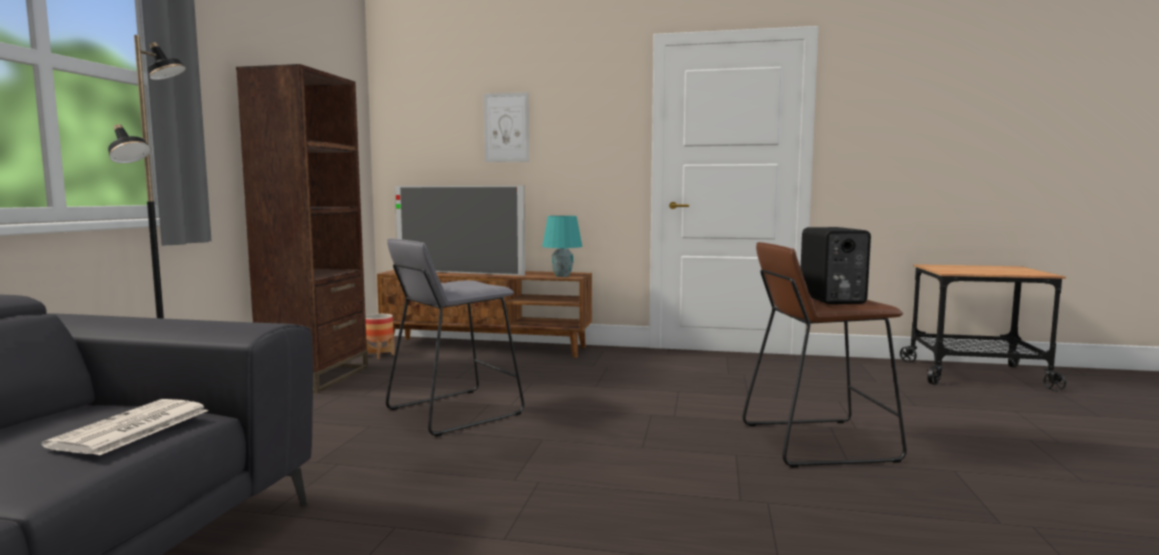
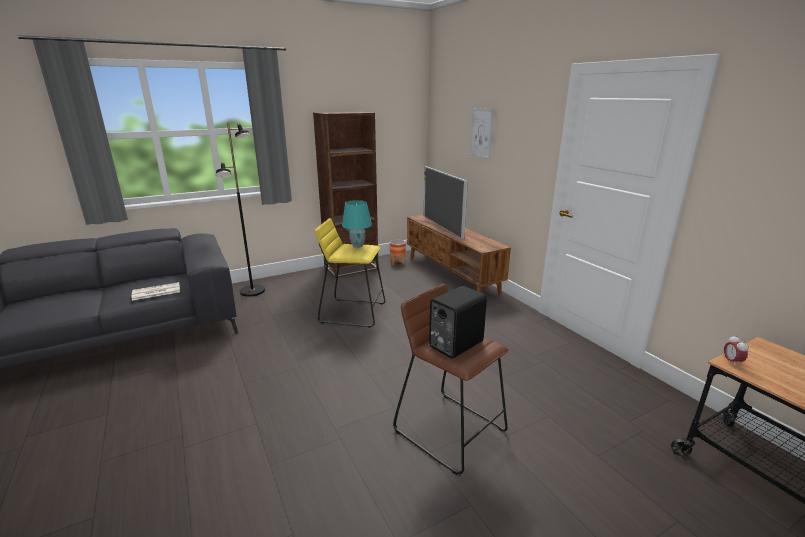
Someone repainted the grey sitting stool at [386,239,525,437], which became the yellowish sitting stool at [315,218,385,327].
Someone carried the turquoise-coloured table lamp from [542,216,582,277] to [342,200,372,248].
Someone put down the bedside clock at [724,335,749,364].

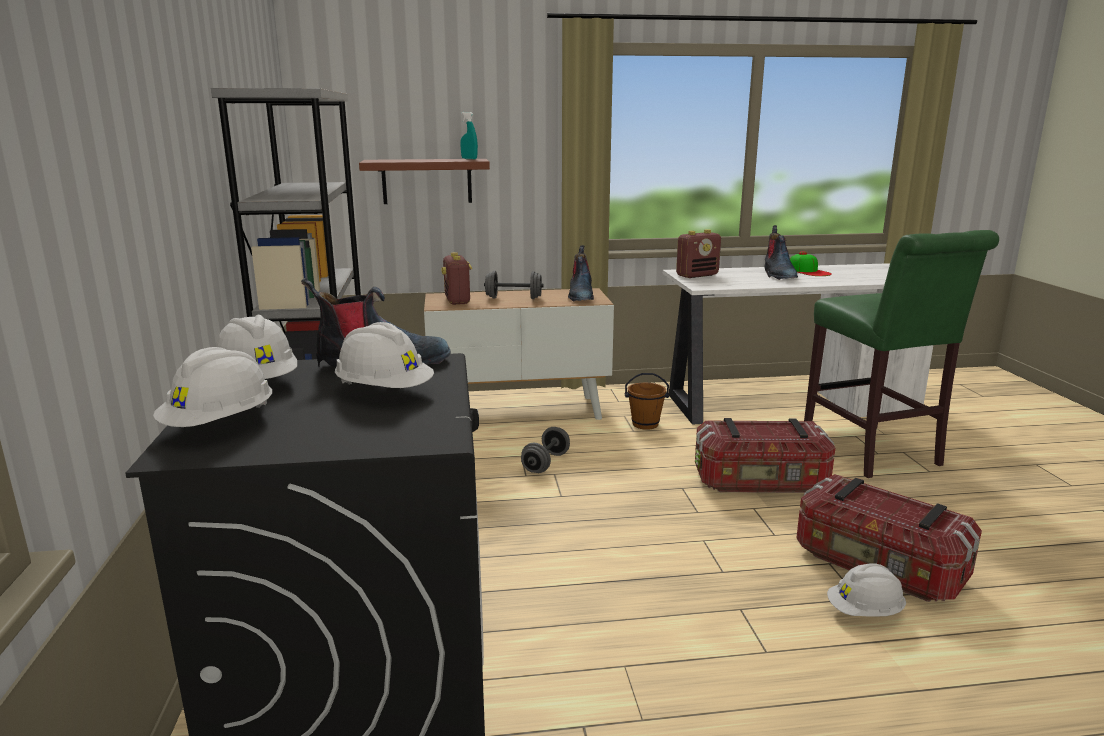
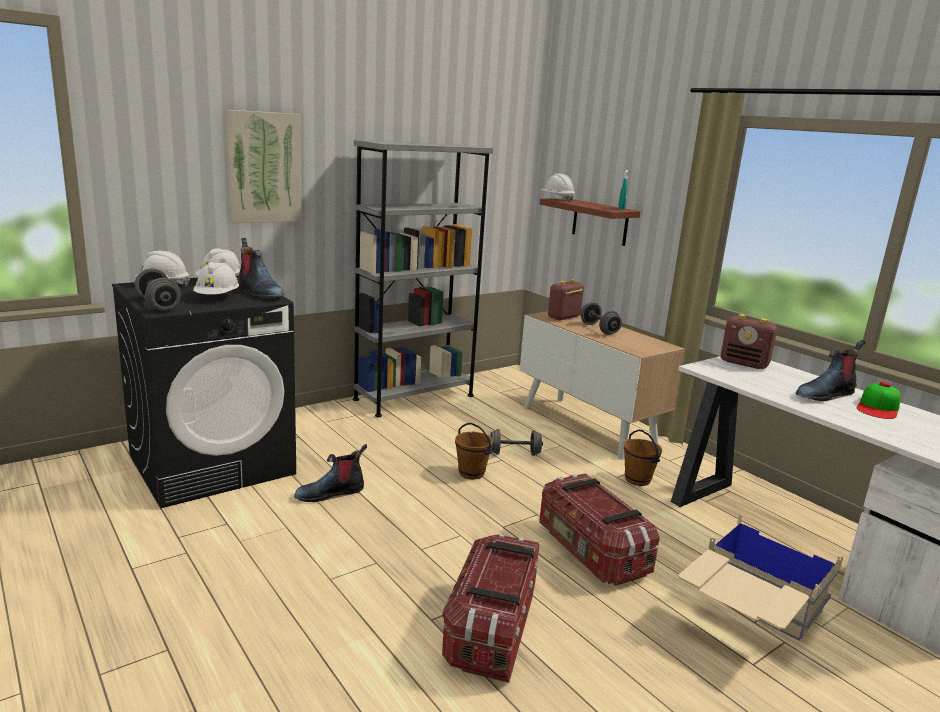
Someone put down the grey hand weight at [135,268,181,311].
Someone put up the wall art at [225,110,301,223].
Someone carried the boot from [568,245,594,301] to [294,444,367,502].
Someone put down the brown pail at [455,423,493,479].
Someone carried the whitish hard hat from [827,563,906,617] to [541,174,575,202].
Someone swapped the green sitting stool at [804,230,999,478] for the sand-coloured storage box at [678,514,843,641].

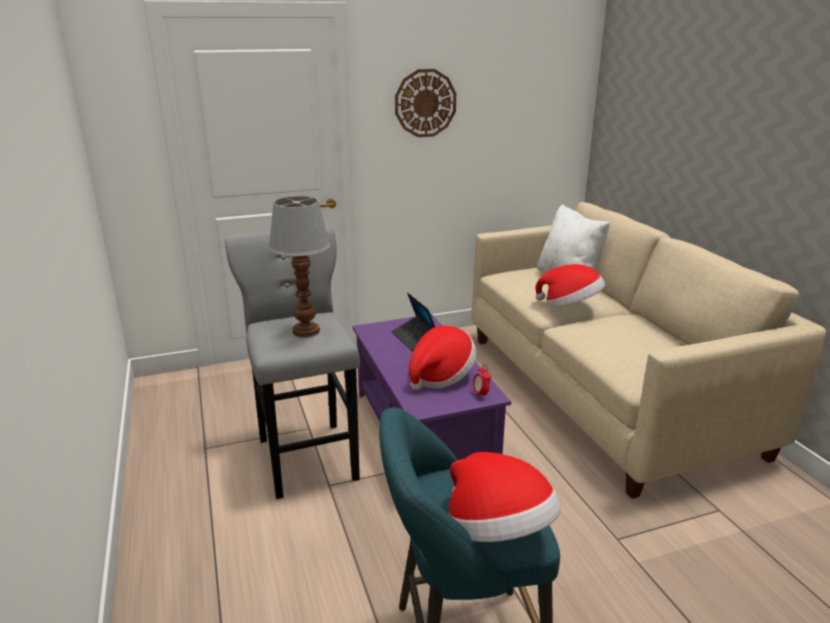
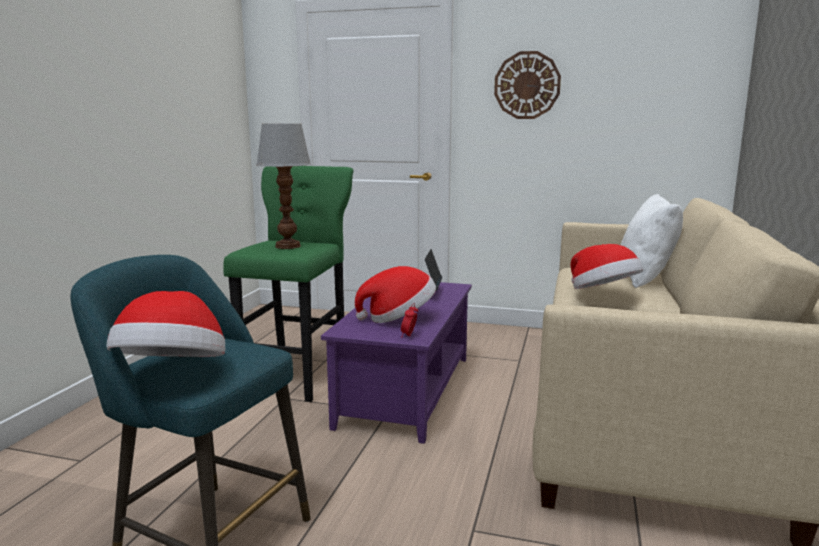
Someone repainted the grey sitting stool at [225,226,360,499], which became the green sitting stool at [223,166,353,402].

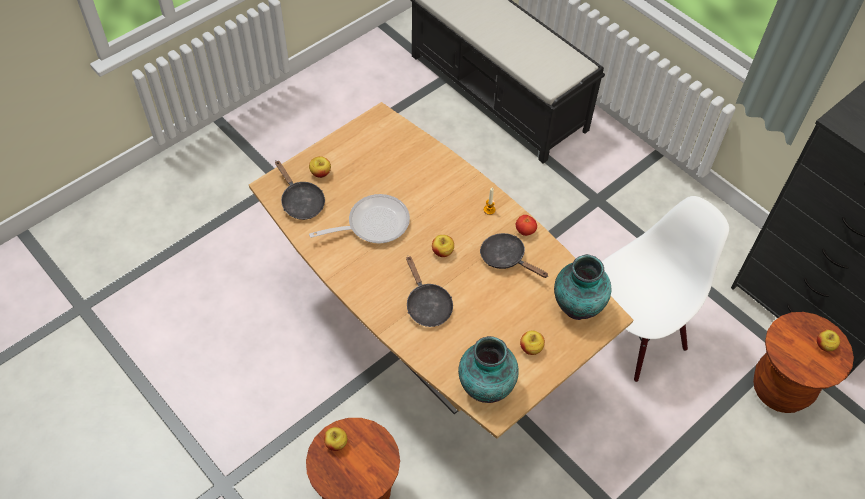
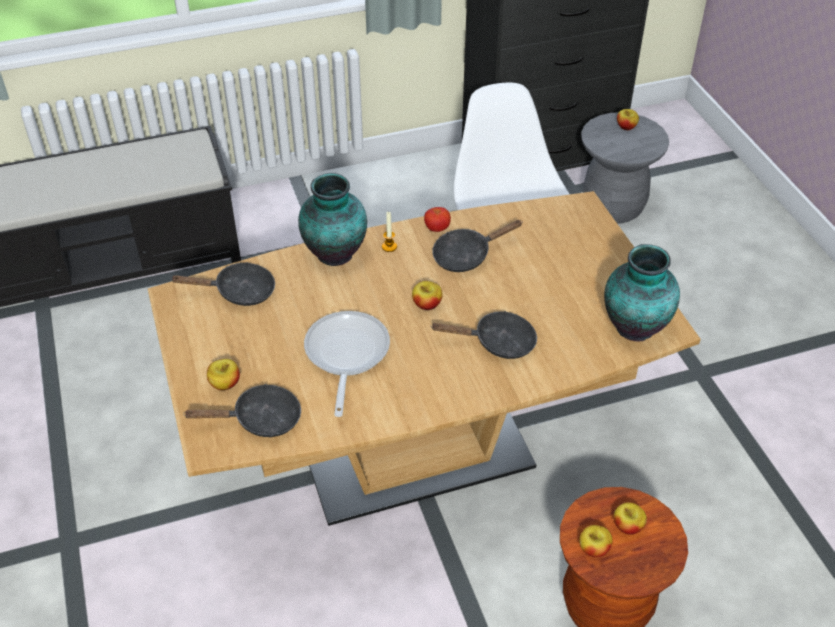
Someone put down the black-coloured skillet at [170,262,275,306].
Someone carried the flower vase from [554,254,611,320] to [298,173,367,266].
Someone repainted the brown sitting stool at [753,312,854,413], which became the grey sitting stool at [581,112,669,224].
Someone carried the apple from [520,330,545,355] to [614,502,647,535].

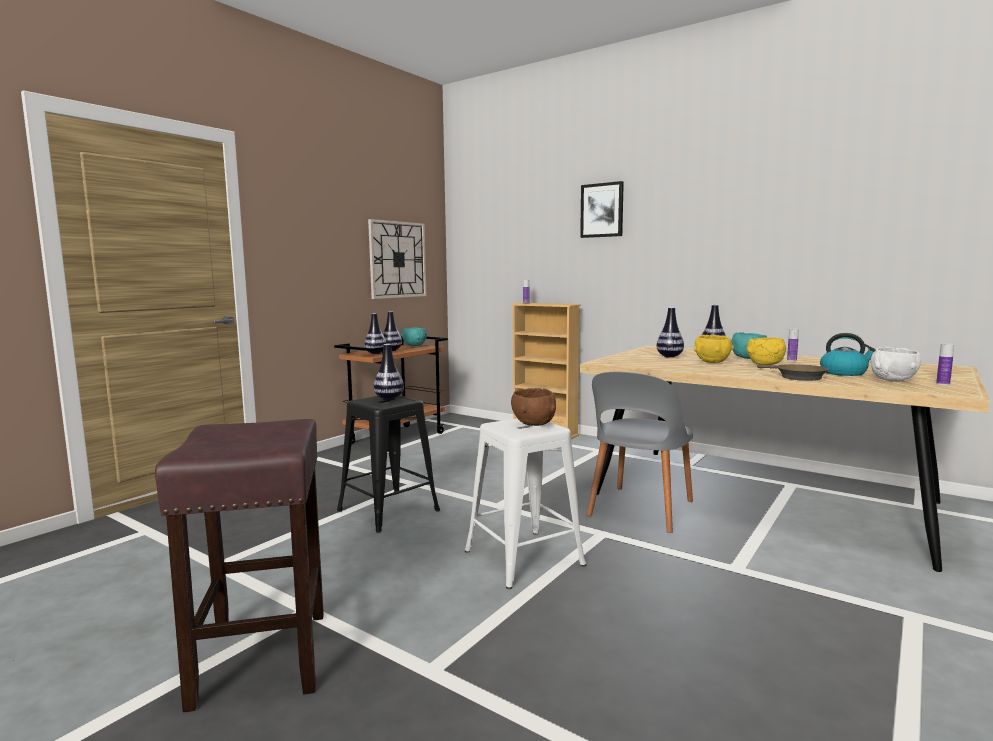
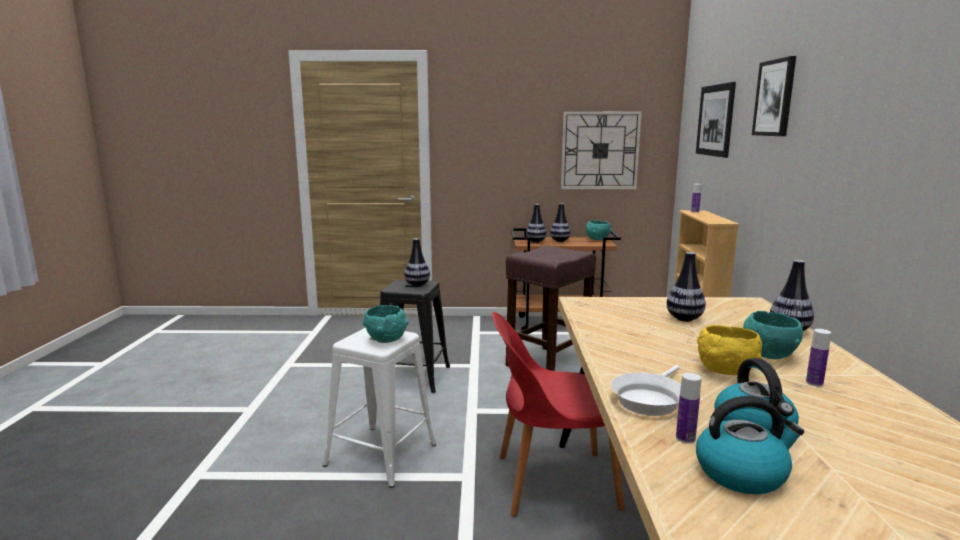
Someone repainted the brown deep dish at [511,388,556,426], which became the turquoise-coloured deep dish at [362,305,408,343].
Someone repainted the grey plain chair at [587,372,693,533], which became the red-coloured plain chair at [492,312,625,517].
Someone carried the brown sitting stool from [155,419,324,712] to [506,246,596,371].
Someone repainted the brown skillet at [757,364,829,381], which became the whitish skillet at [610,365,681,416].
Someone carried the drink bottle from [936,343,954,385] to [676,373,701,443].
Someone put up the wall art at [696,82,736,158].
Someone swapped the whitish deep dish at [871,347,921,382] for the water kettle at [696,396,804,494].
Someone took away the yellowish deep dish at [694,335,734,363].

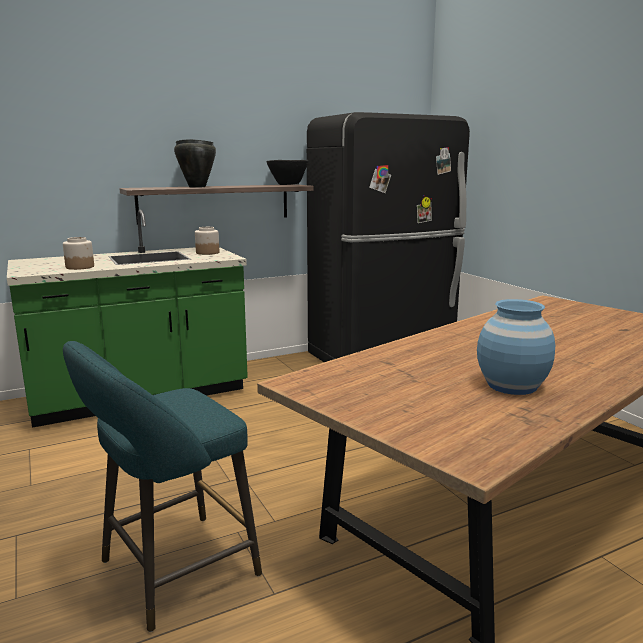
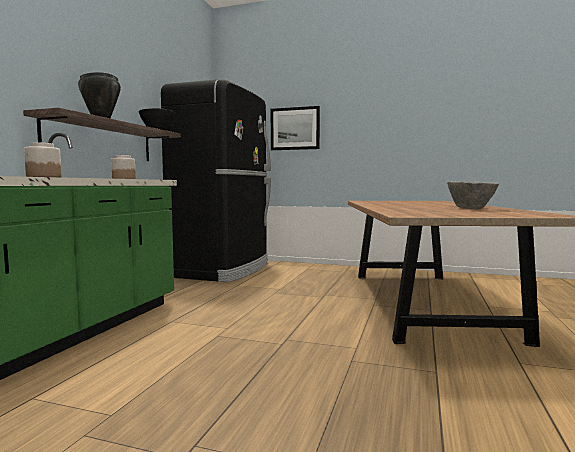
Someone put up the wall art at [271,106,320,150].
Someone swapped the blue-coloured flower vase at [477,299,555,395] for the grey deep dish at [447,181,499,209].
Someone took away the turquoise-coloured sitting stool at [63,341,262,632].

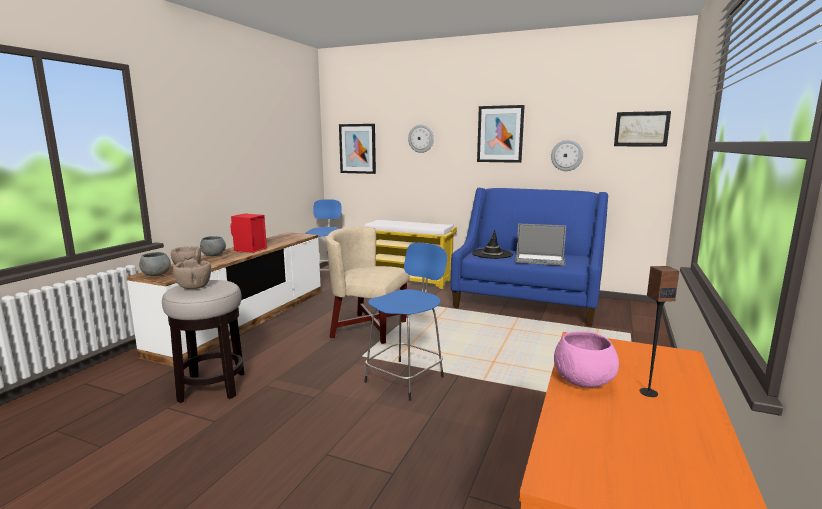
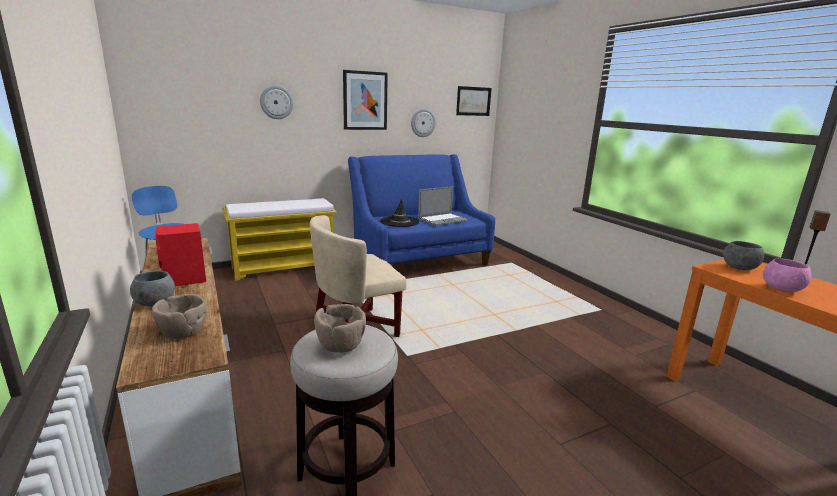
Someone carried the grey deep dish from [139,252,171,276] to [723,241,764,270].
Someone took away the wall art at [339,124,376,174].
Someone took away the blue-coloured sitting stool at [364,243,447,401].

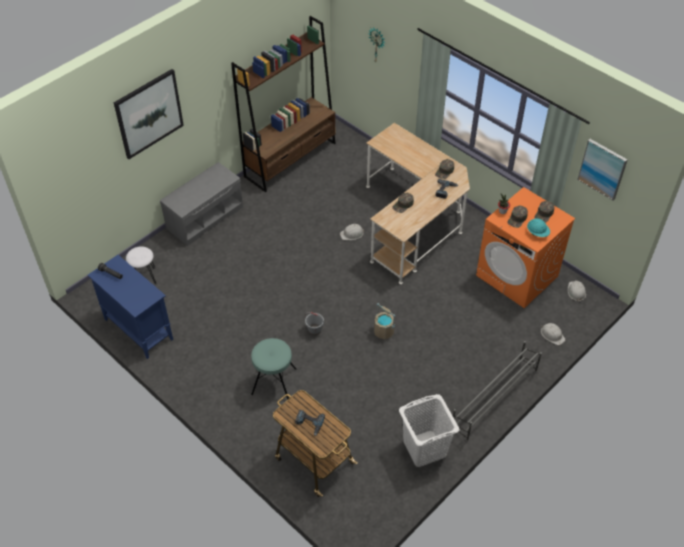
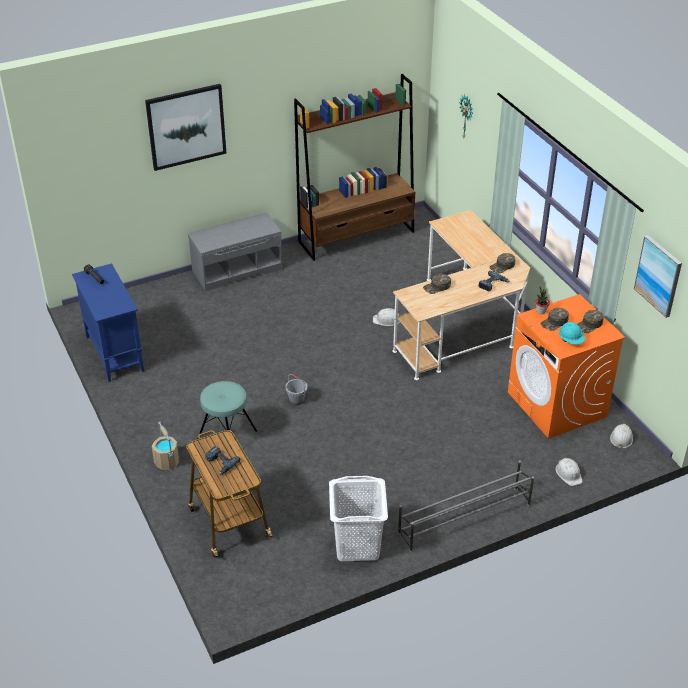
Someone carried the sand-coloured pail from [374,303,395,339] to [152,422,179,470].
Someone took away the whitish sitting stool at [126,246,156,284].

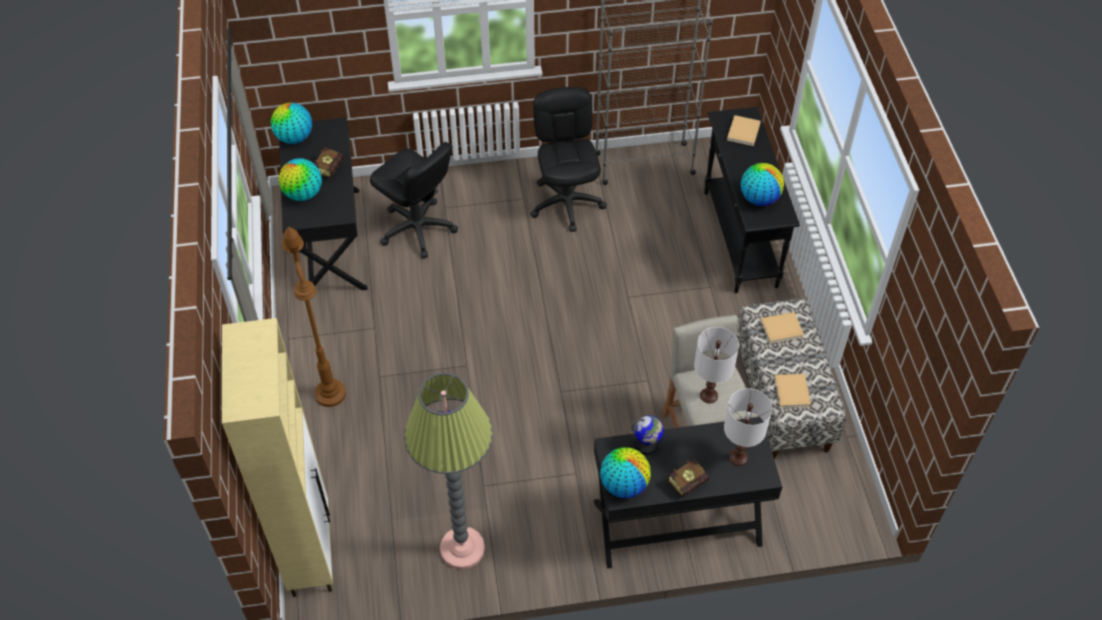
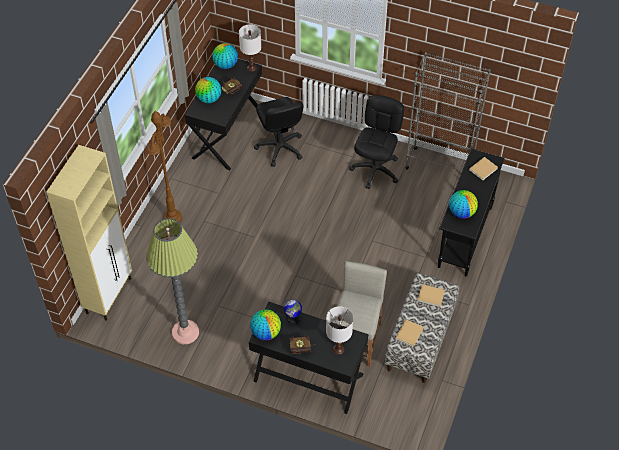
Someone carried the whitish table lamp from [694,327,739,403] to [239,24,261,72].

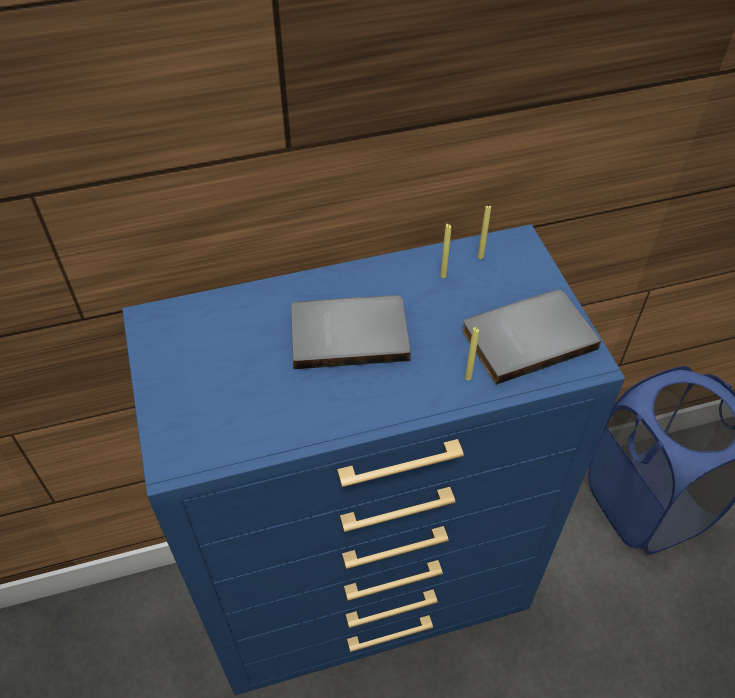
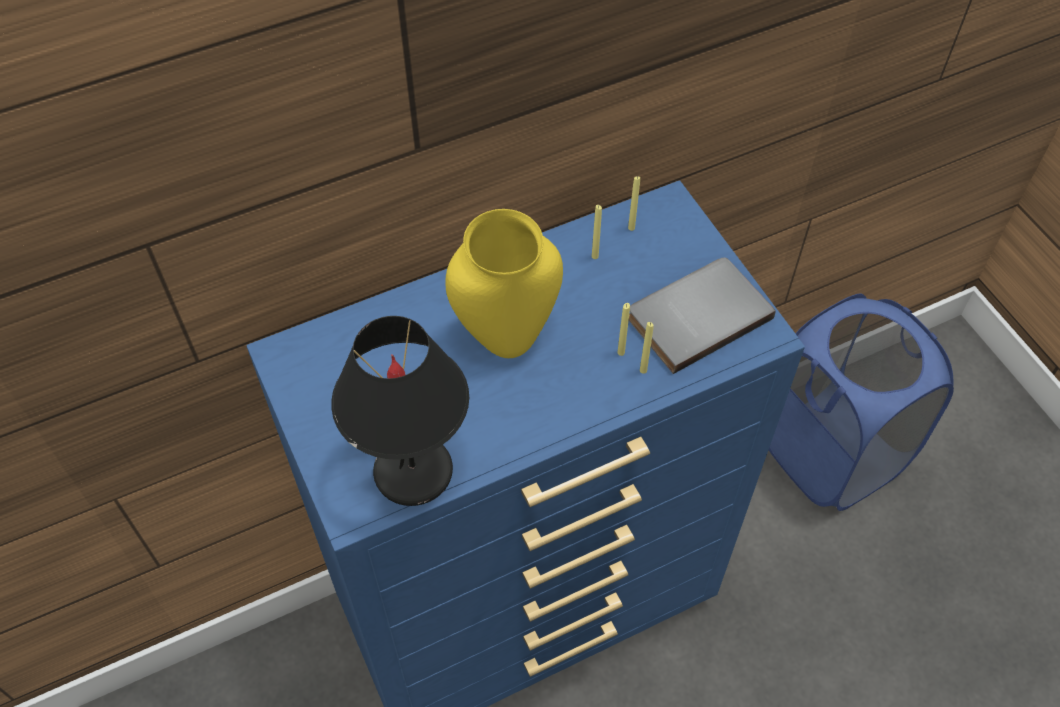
Someone put down the black-coloured table lamp at [331,316,469,506].
Someone swapped the grey volume at [290,295,411,369] for the yellowish flower vase at [445,209,563,358].
Someone put down the yellowish wax candle at [617,303,630,356].

